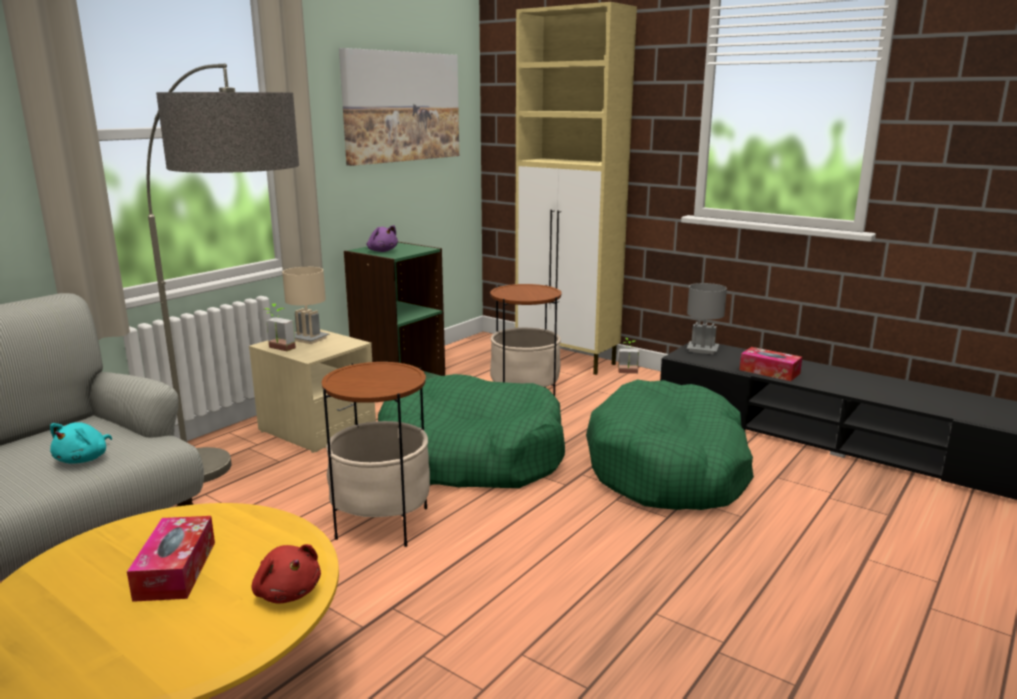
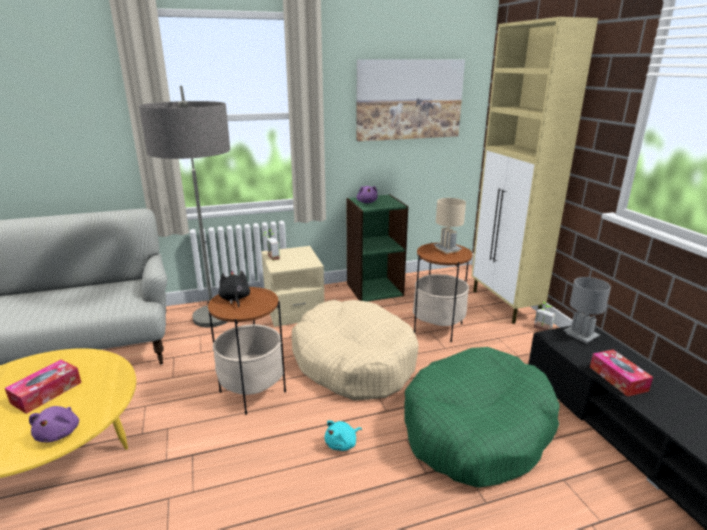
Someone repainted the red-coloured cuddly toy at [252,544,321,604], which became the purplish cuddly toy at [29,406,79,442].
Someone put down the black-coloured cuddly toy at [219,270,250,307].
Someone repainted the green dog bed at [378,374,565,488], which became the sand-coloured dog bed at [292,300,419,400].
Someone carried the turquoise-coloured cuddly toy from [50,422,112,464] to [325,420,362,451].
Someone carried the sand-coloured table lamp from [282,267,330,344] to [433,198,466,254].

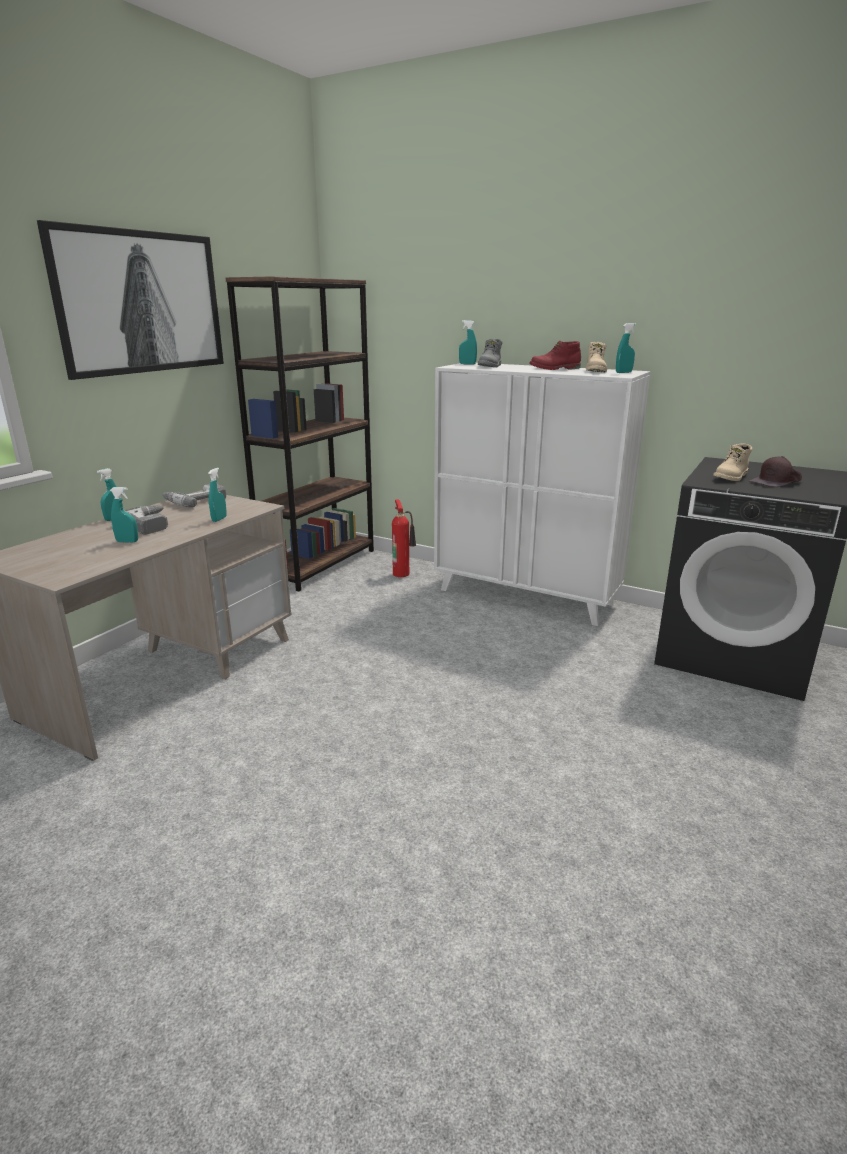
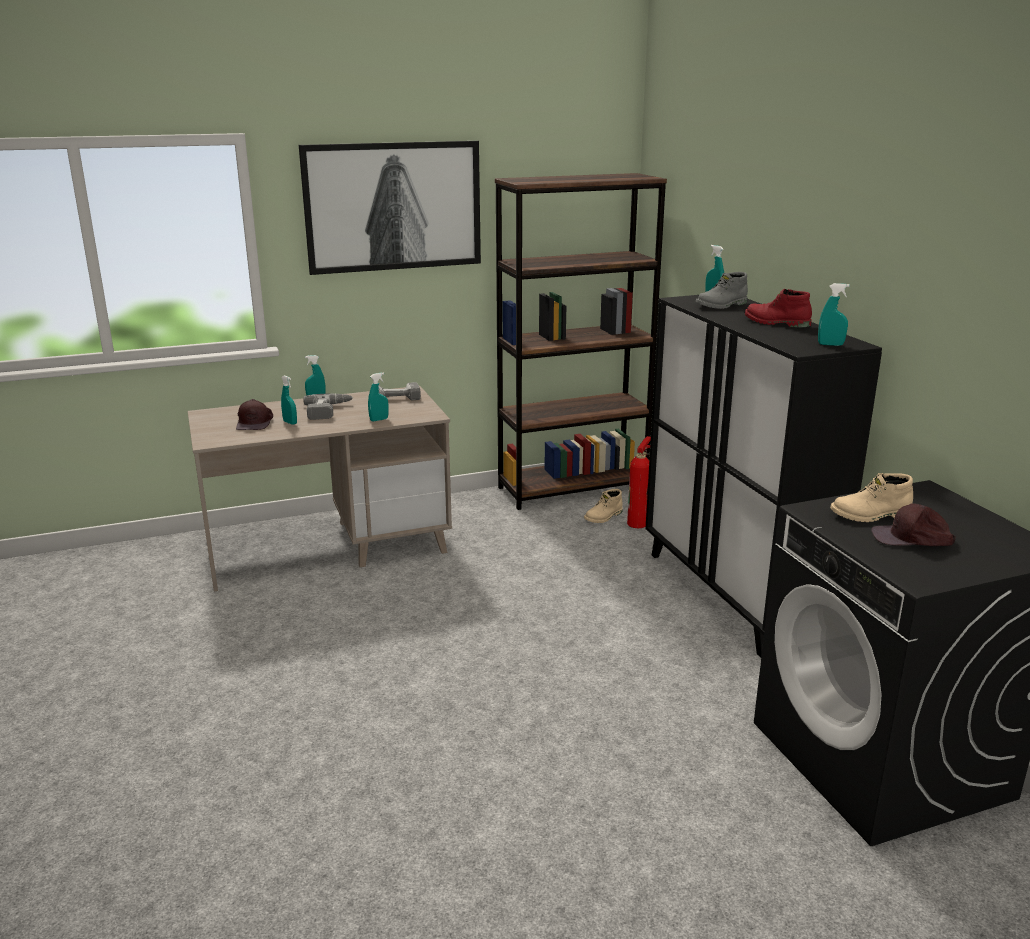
Someone put down the brown cap at [236,399,273,430].
Someone carried the sand-coloured boot from [586,342,607,372] to [584,489,623,523].
Someone repainted the whitish cabinet at [434,363,650,626], which became the black-coloured cabinet at [645,295,882,658].

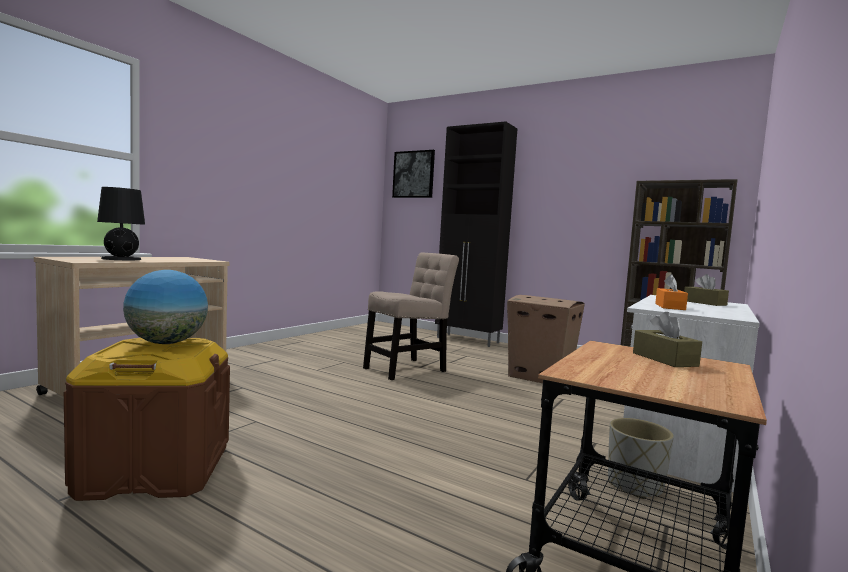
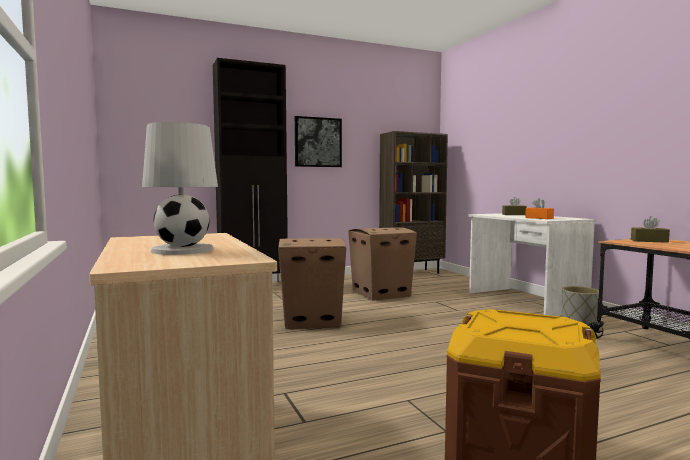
Someone repainted the black-coloured table lamp at [97,187,145,260], which became the whitish table lamp at [142,122,218,255].
Someone swapped the sand-coloured plain chair at [363,252,459,380] for the carton at [278,238,347,329].
Someone carried the wall art from [392,150,435,198] to [295,116,342,167].
Someone took away the globe at [123,270,208,344].

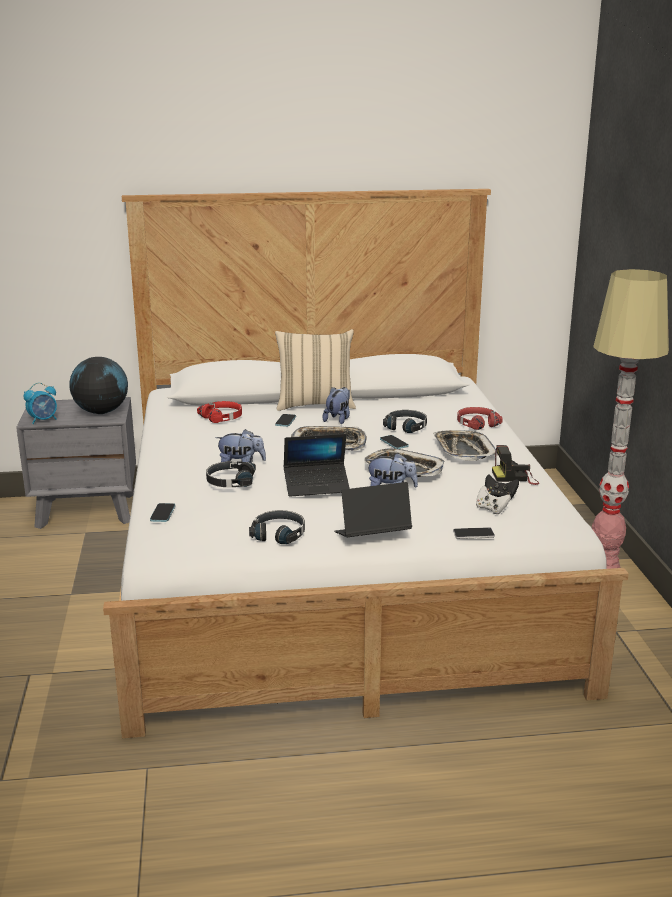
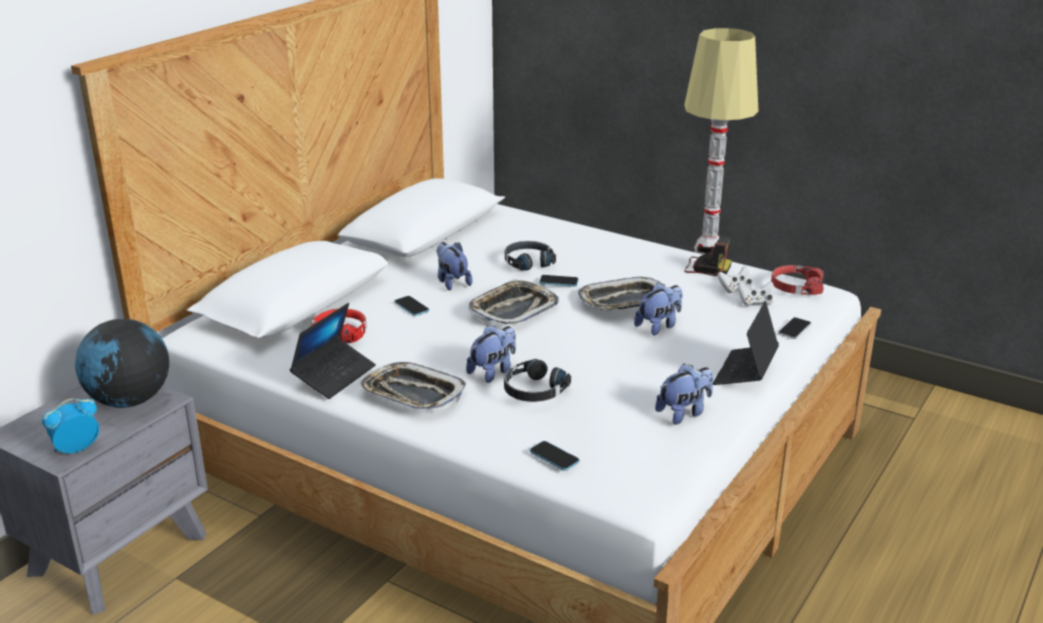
Someone rotated the bedside clock at [23,383,57,424] by 135 degrees counterclockwise.
Someone carried the portable computer from [284,434,350,497] to [290,303,376,399].
Someone carried the serving tray from [433,430,498,461] to [359,362,467,411].
Someone swapped the black-coloured headset at [249,510,305,544] for the cuddly toy at [655,364,713,425].
Someone rotated the still camera at [492,445,539,485] by 105 degrees counterclockwise.
Someone repainted the black-coloured game controller at [485,474,519,499], which became the whitish game controller at [717,266,752,293].
Someone carried the red-coloured headset from [457,407,503,430] to [771,265,824,295].
Someone took away the sand-coloured cushion at [275,329,356,411].

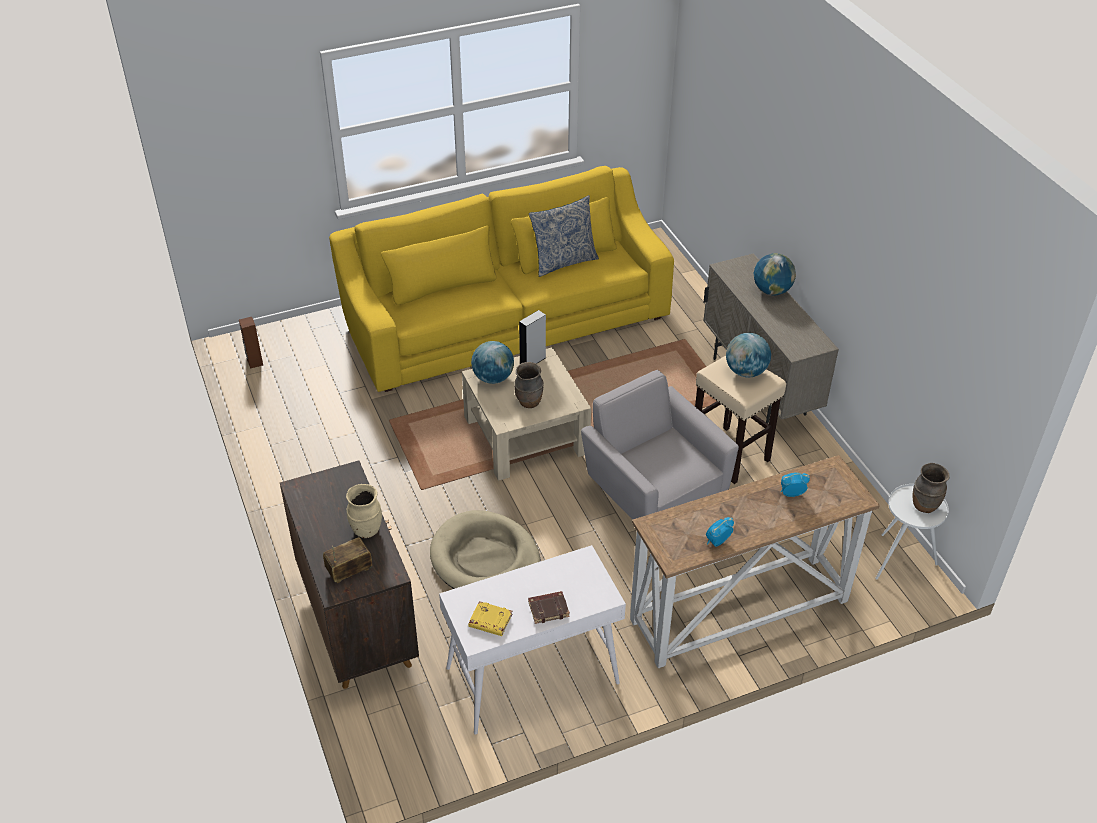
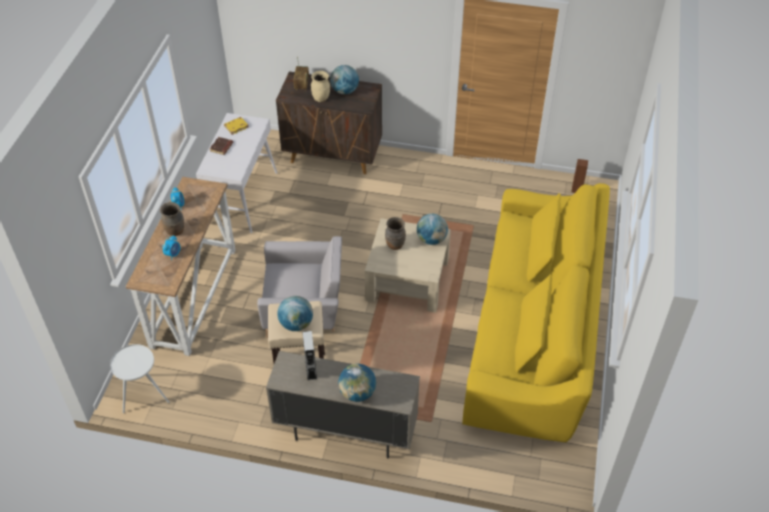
Someone carried the brown flower vase from [913,463,950,513] to [160,202,184,236].
Someone carried the grey speaker from [519,310,546,364] to [302,331,317,380].
Someone put down the globe at [330,65,359,94].
Someone took away the sand-coloured dog bed at [430,510,540,589].
Someone took away the cushion at [529,195,599,277].

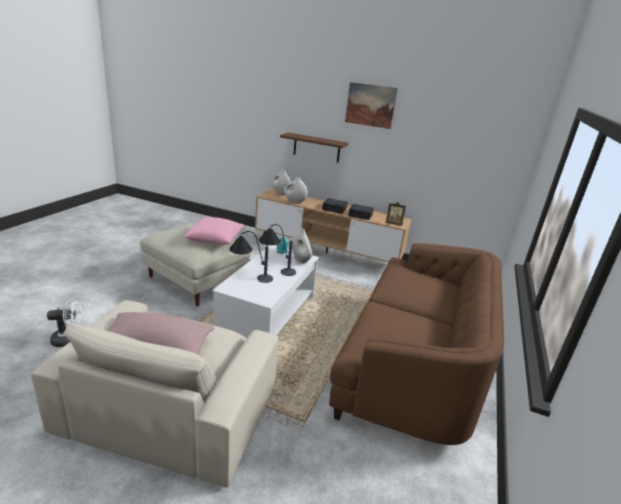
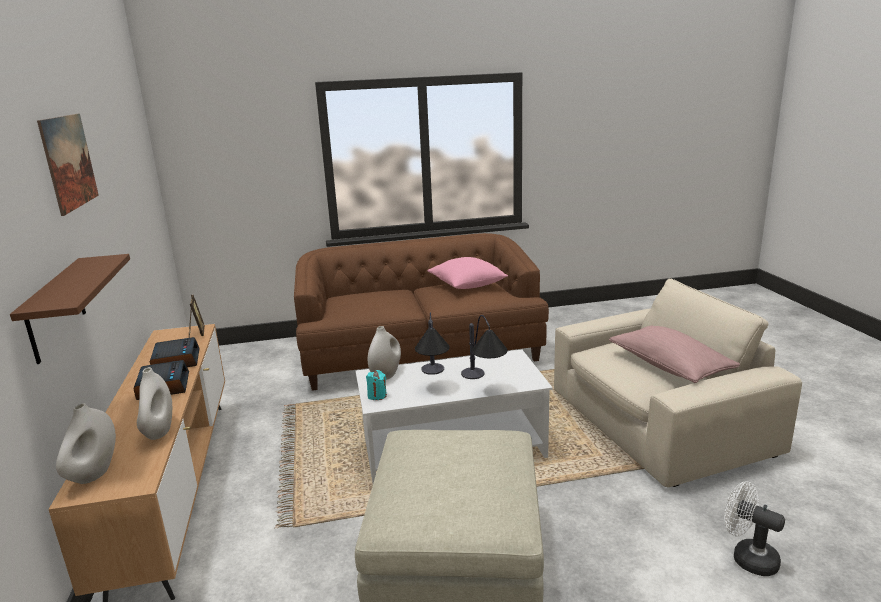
Someone carried the pink-coloured cushion from [183,217,244,245] to [427,257,508,289].

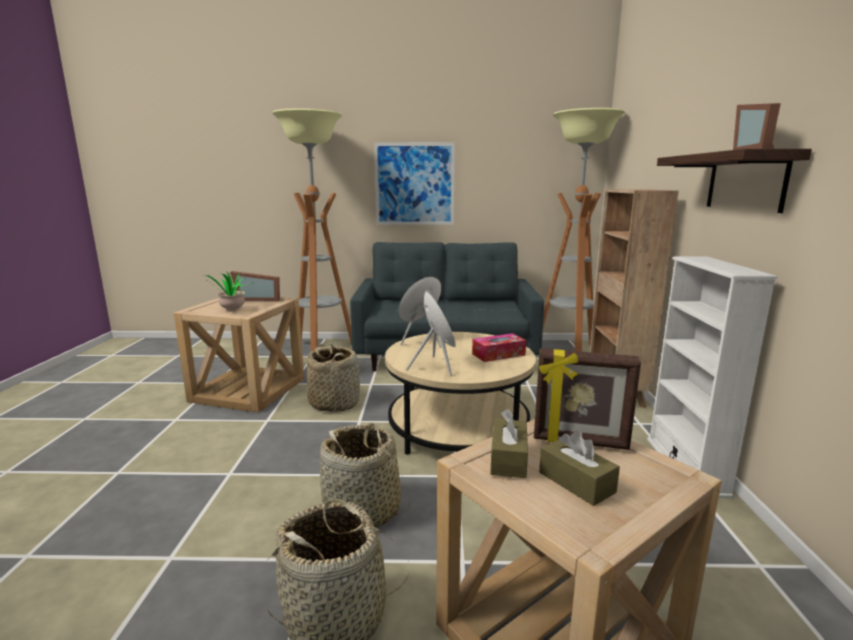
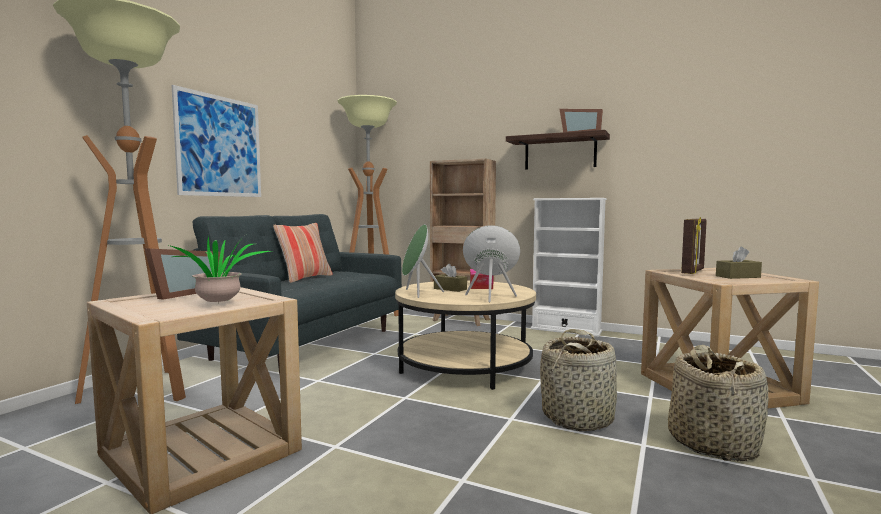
Someone put down the cushion at [273,223,333,283].
Someone carried the brown box of tissues from [490,409,528,478] to [434,264,467,292].
Someone took away the storage basket at [307,343,360,412].

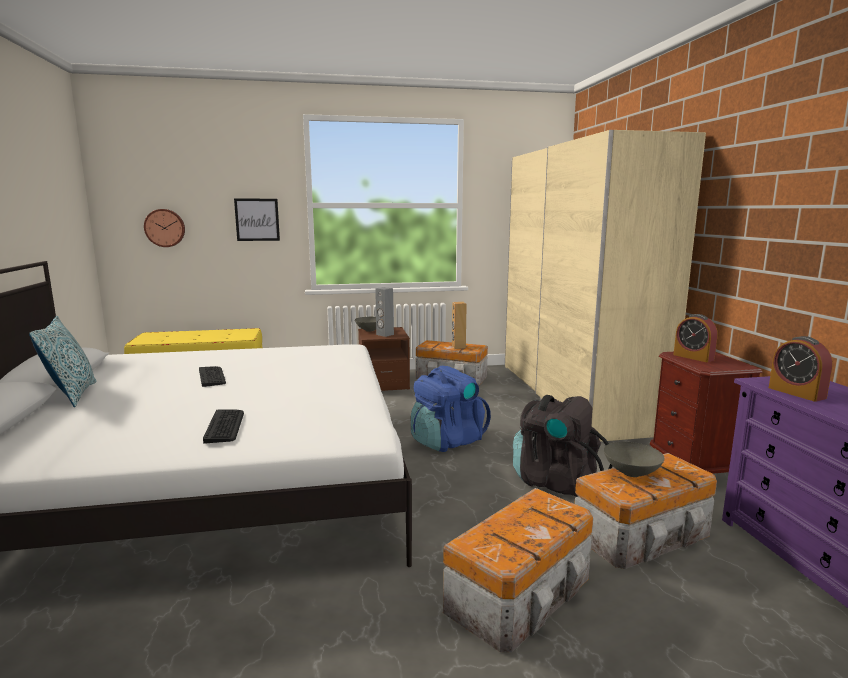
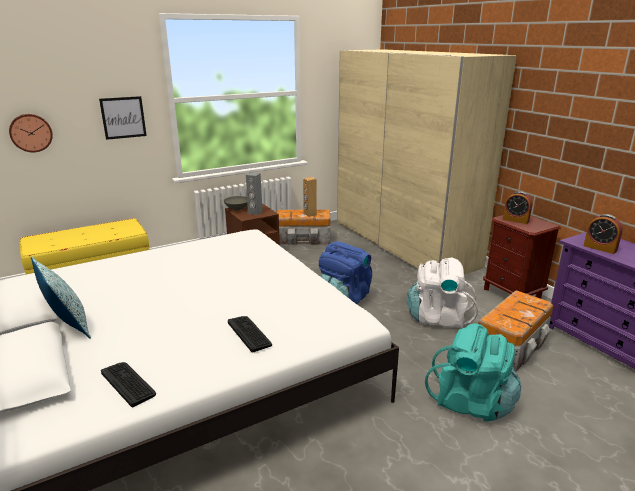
Someone carried the keyboard from [199,366,226,387] to [101,362,156,407].
Someone repainted the black-coloured rucksack at [513,395,613,497], which became the whitish rucksack at [407,257,478,328].
Someone swapped the storage box at [443,488,593,652] for the turquoise-coloured rucksack at [425,323,521,421].
Someone took away the grey deep dish at [604,442,665,477].

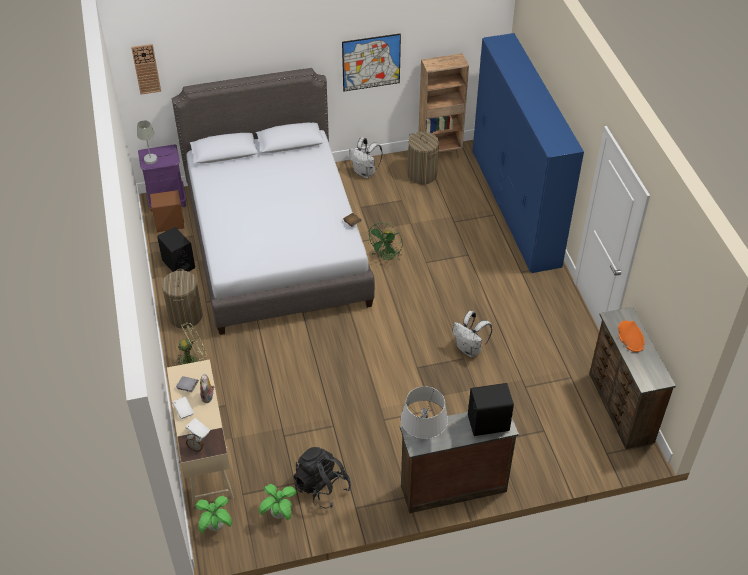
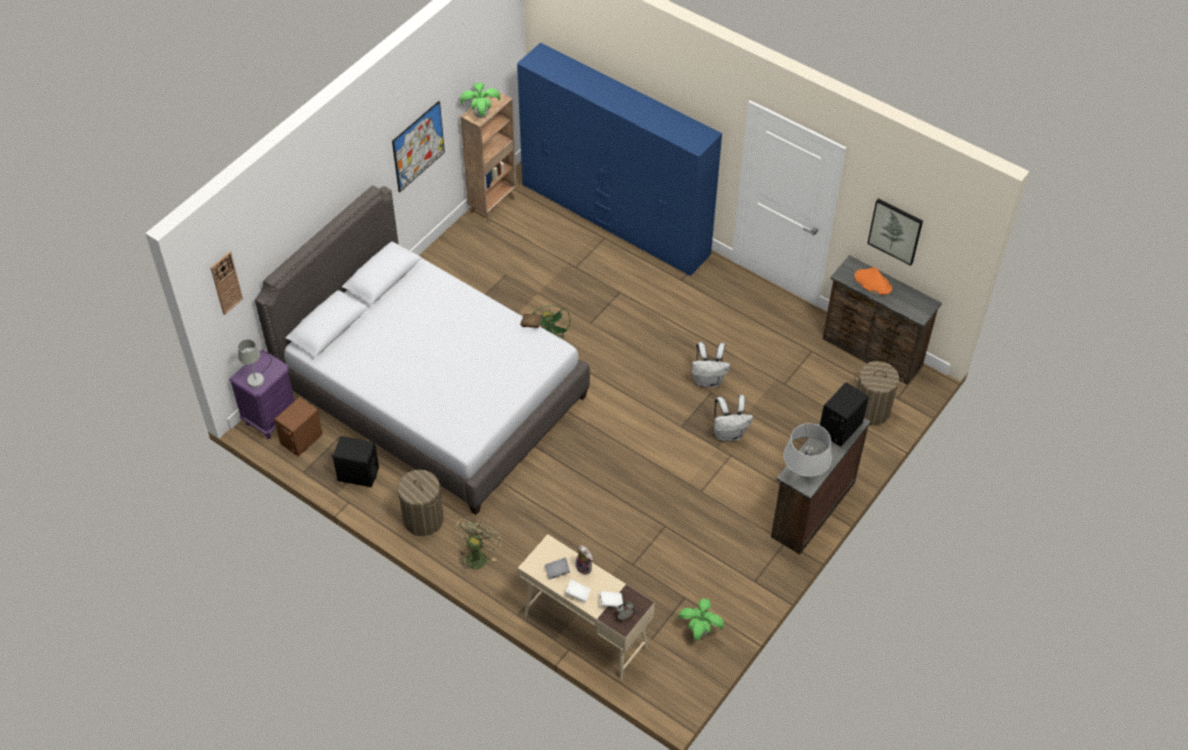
Someone carried the plant in a pot from [195,496,232,533] to [460,82,500,118].
Someone carried the whitish rucksack from [349,137,383,178] to [714,395,753,441].
Someone carried the laundry basket from [408,132,439,185] to [854,361,903,425].
Someone put up the wall art at [867,199,923,266].
Someone took away the black-coloured rucksack at [294,447,351,509].

